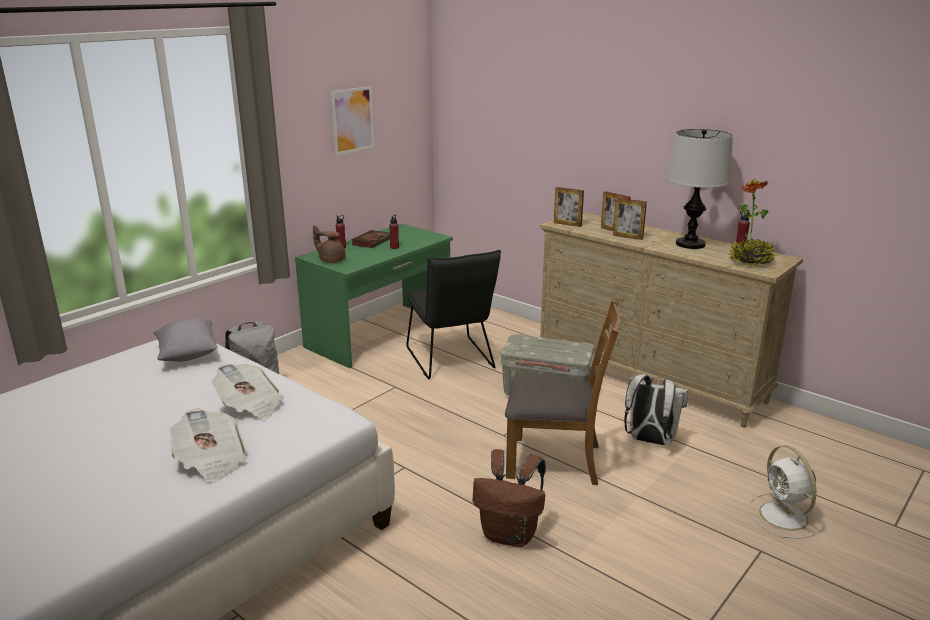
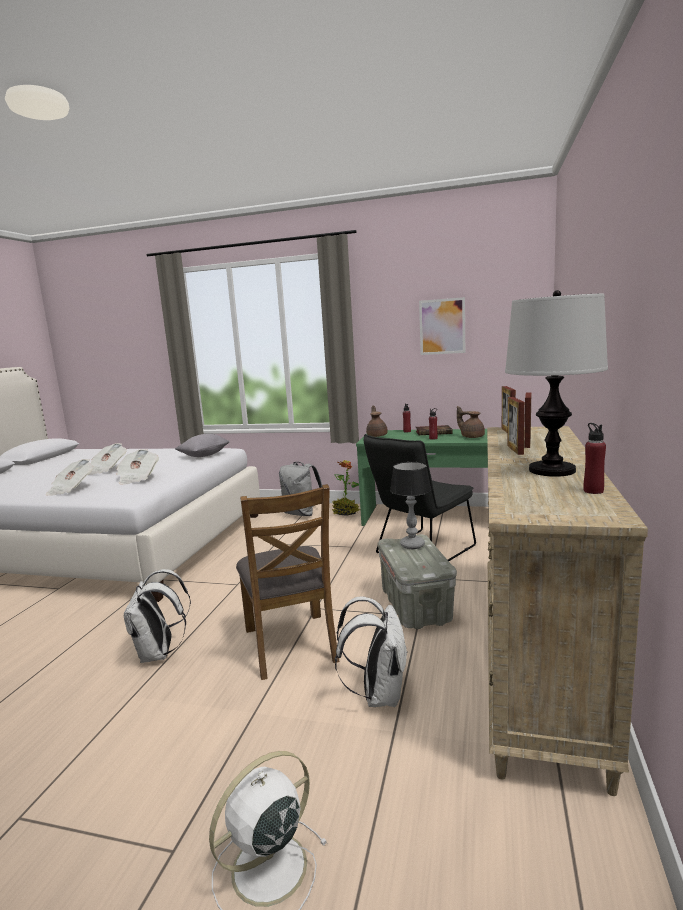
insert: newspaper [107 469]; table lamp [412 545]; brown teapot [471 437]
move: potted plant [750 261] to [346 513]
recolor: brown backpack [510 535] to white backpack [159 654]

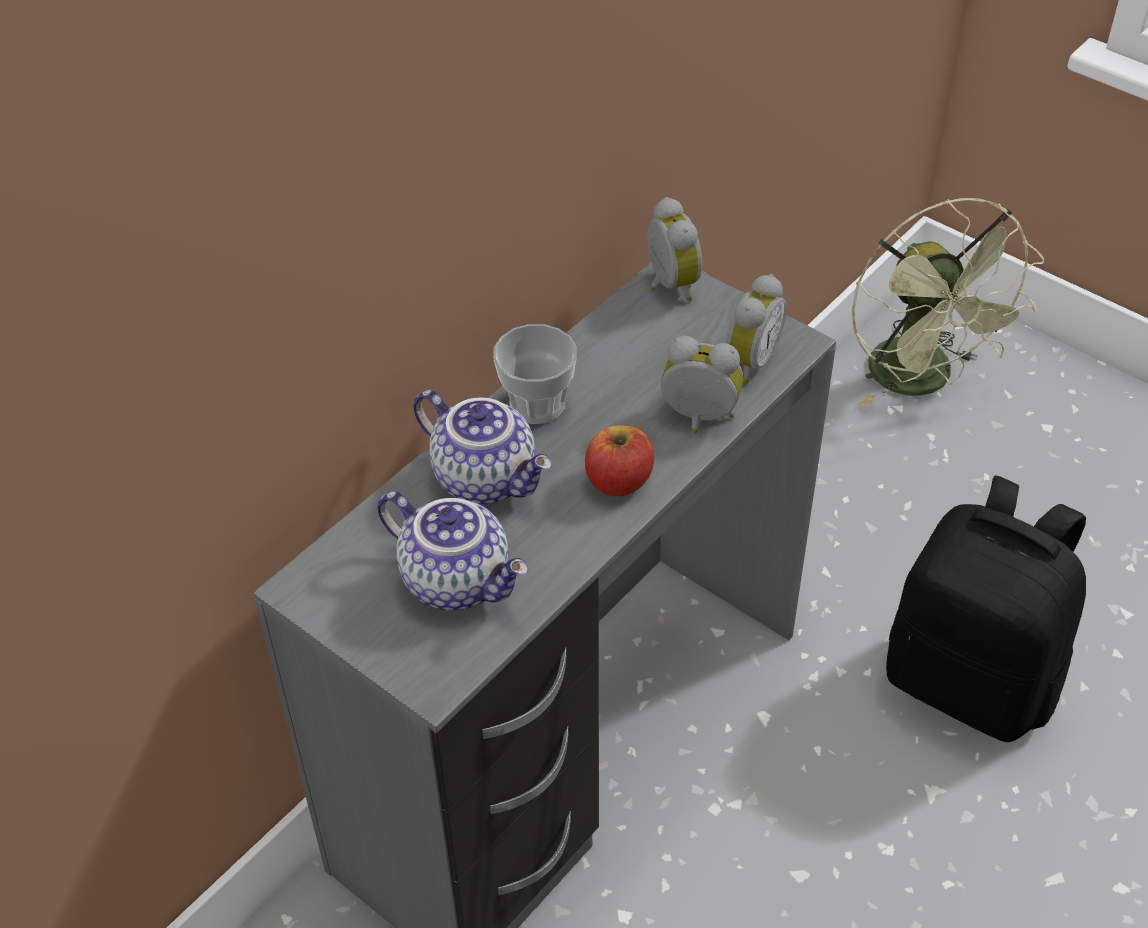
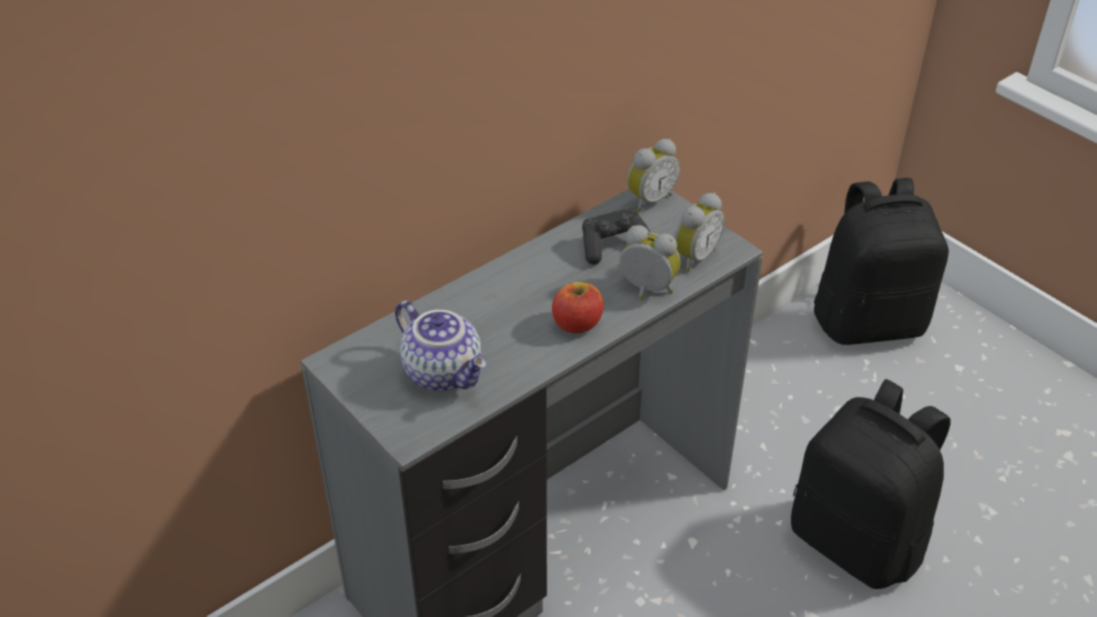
delete: teapot [487 477]; cup [537 404]
insert: black game controller [613 246]
replace: green fan [922 381] to black backpack [868 321]
rotate: alarm clock [668 285] = [649 199] 60 degrees clockwise

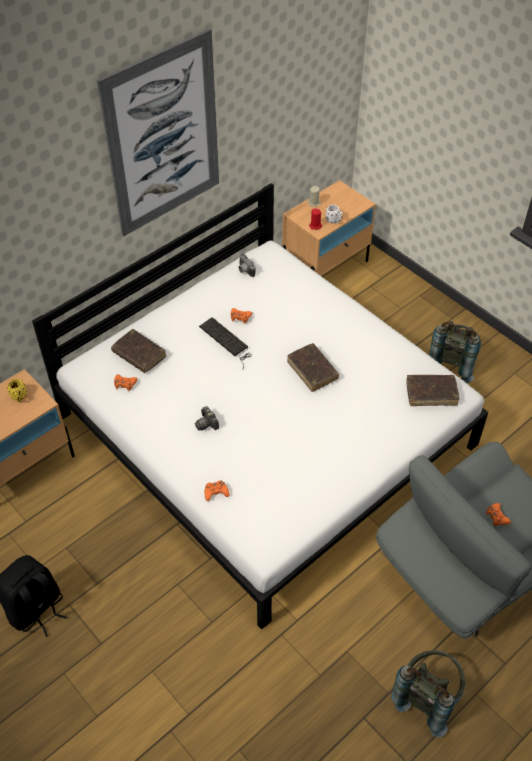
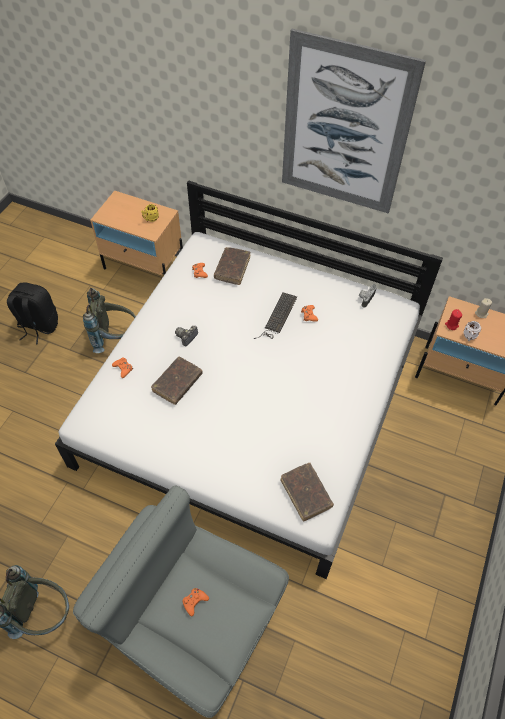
move: brown book [312 371] to [177 383]; grey backpack [452 363] to [115 337]

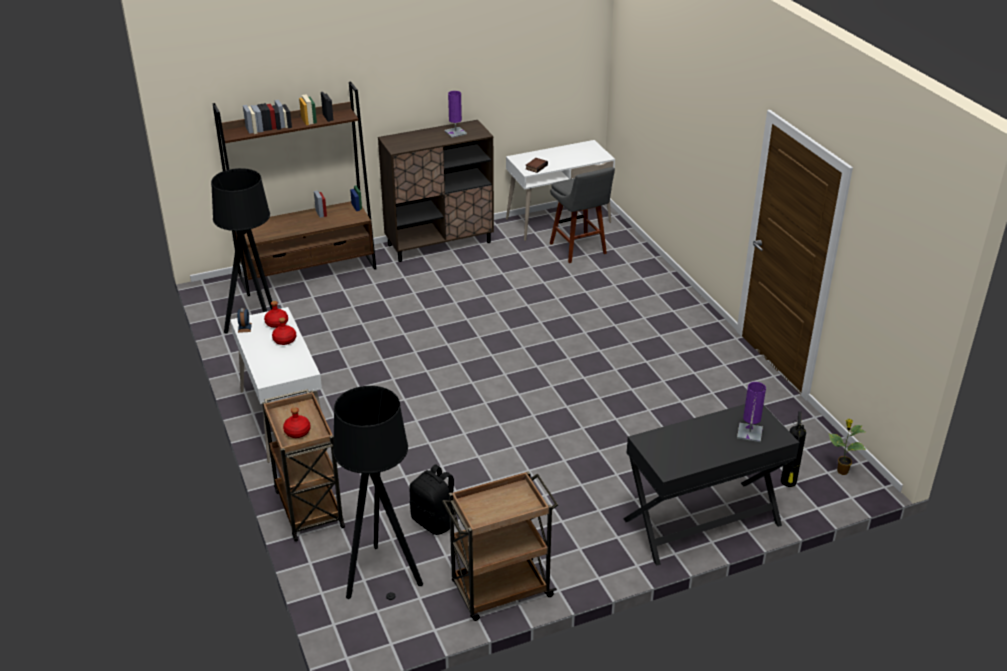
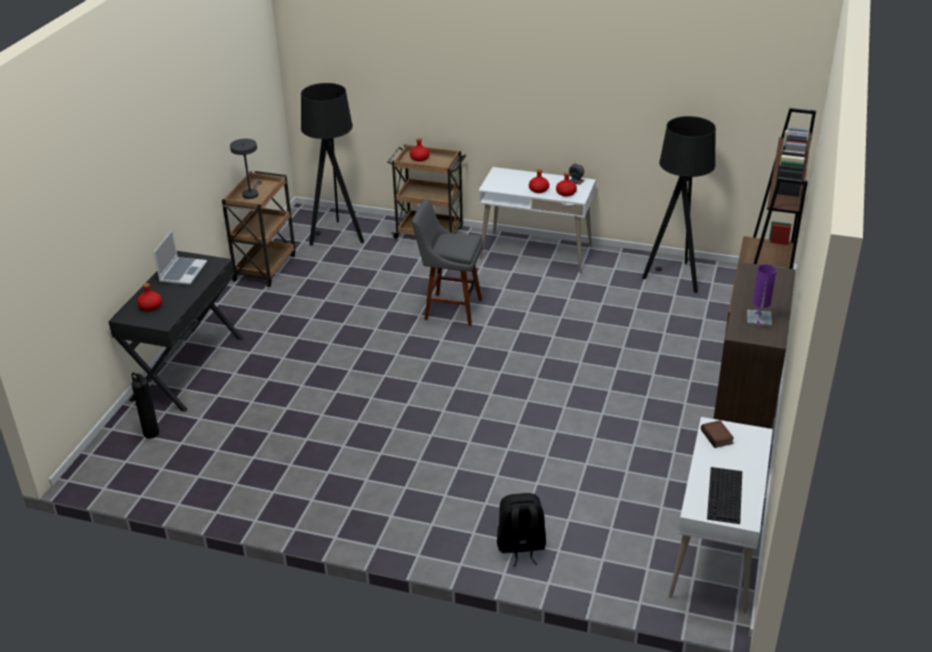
delete: potted plant [841 471]
insert: laptop [183 272]; grey table lamp [251 193]; keyboard [725 495]
move: black backpack [434 521] to [521 547]; grey stool [579 250] to [449 309]
replace: purple table lamp [749 433] to red bottle [150 306]

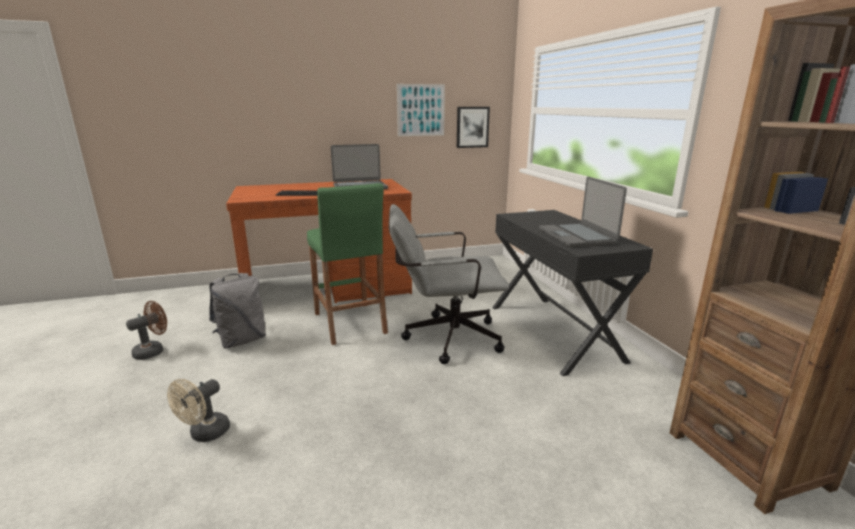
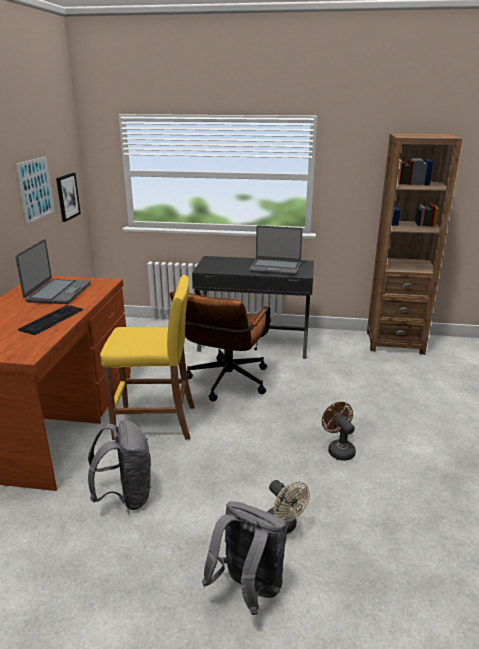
insert: grey backpack [248 589]
move: brown fan [153 351] to [338 449]
recolor: green stool [350 323] to yellow stool [155 422]; grey office chair [444 338] to brown office chair [225 384]

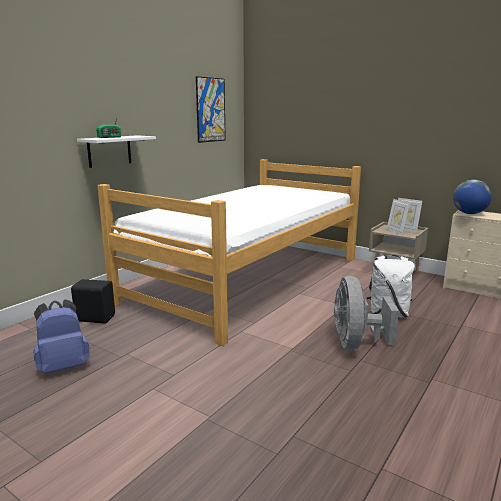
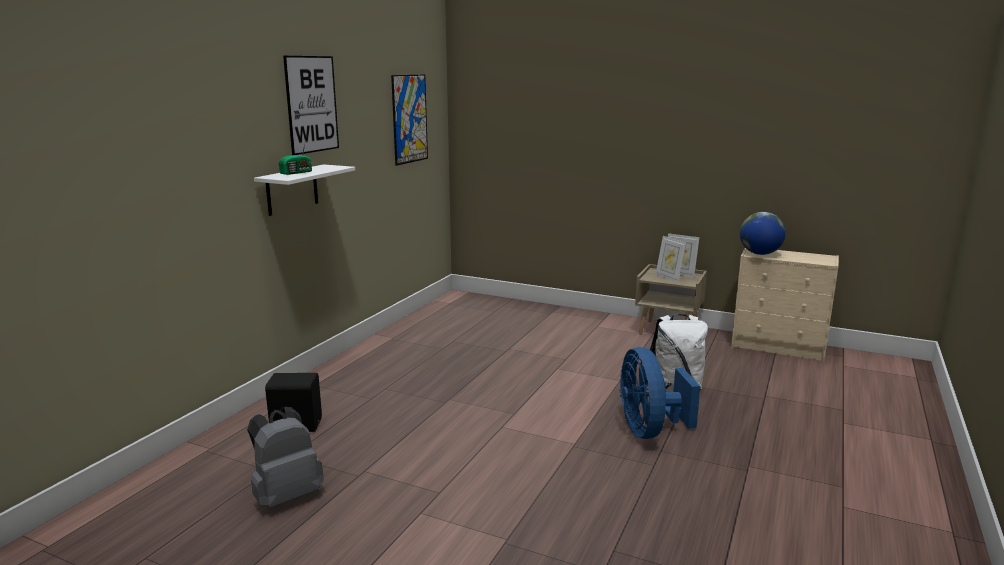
delete: bed [248 279]
insert: picture [312 104]
recolor: blue backpack [63 366] to grey backpack [286 496]; grey fan [356 343] to blue fan [649 430]

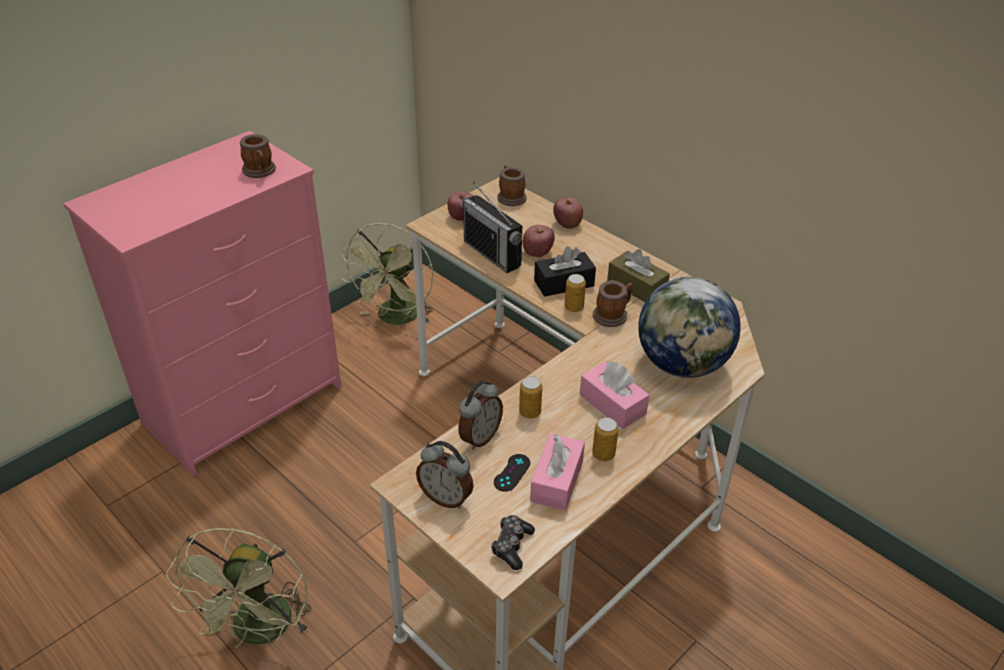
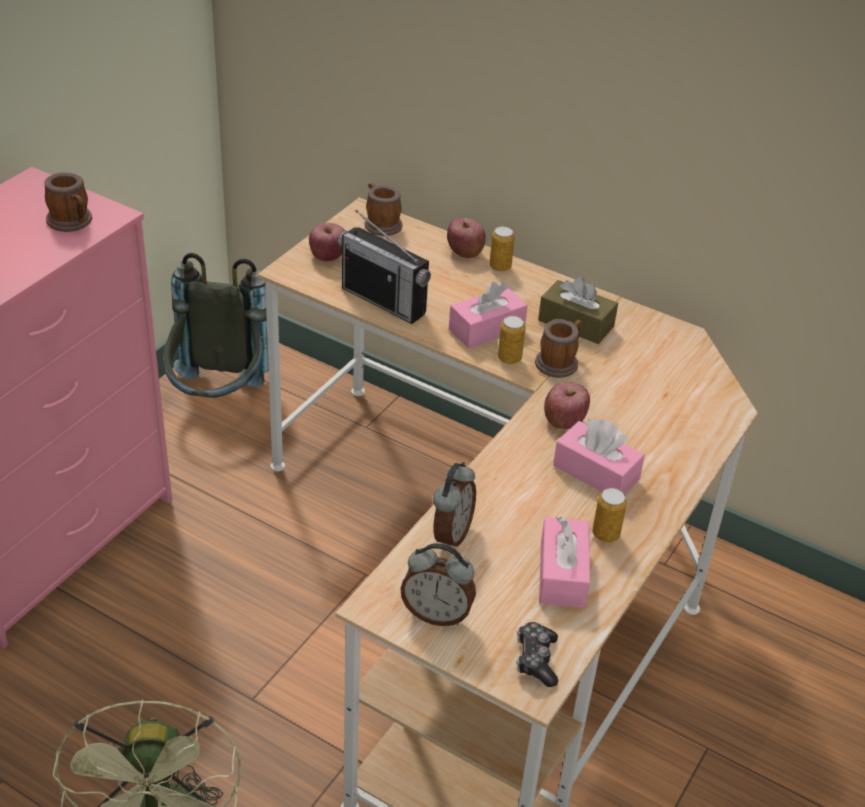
delete: black game controller [512 473]; globe [682 365]
move: can [530 412] to [500 267]; apple [537 252] to [564 421]
replace: green fan [396 319] to grey backpack [218 400]
recolor: black tissue box [564 283] to pink tissue box [486 329]

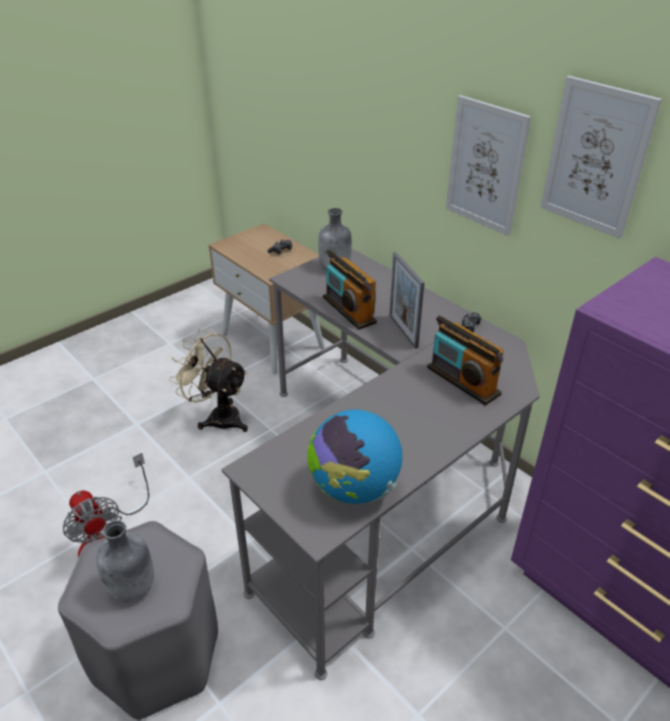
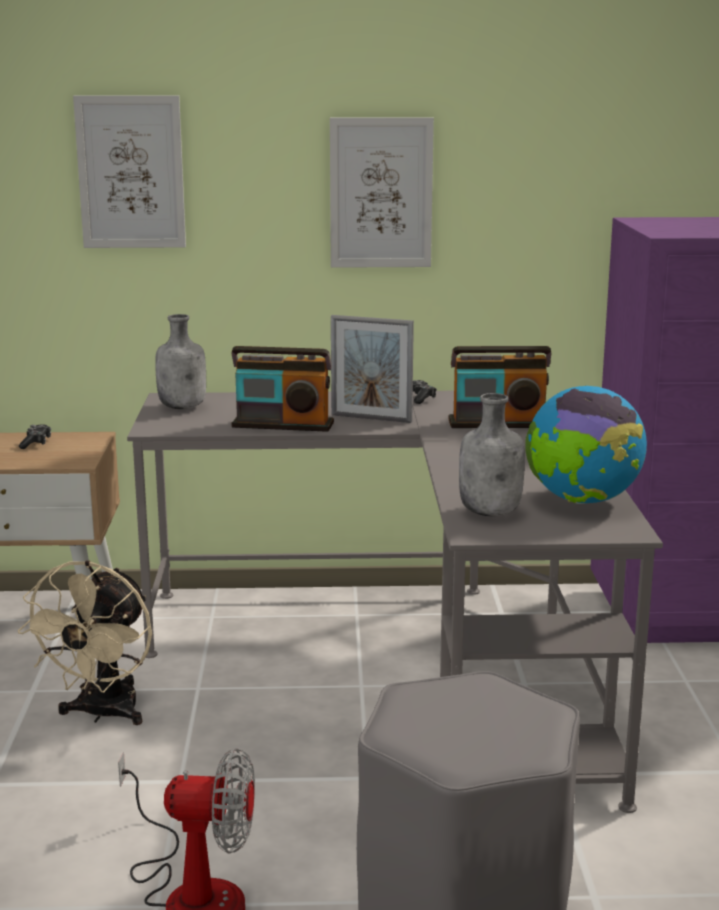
move: grey bottle [133 587] to [491 512]; picture [596 158] to [131 172]
rotate: beige fan [218 416] = [103 714] 60 degrees counterclockwise

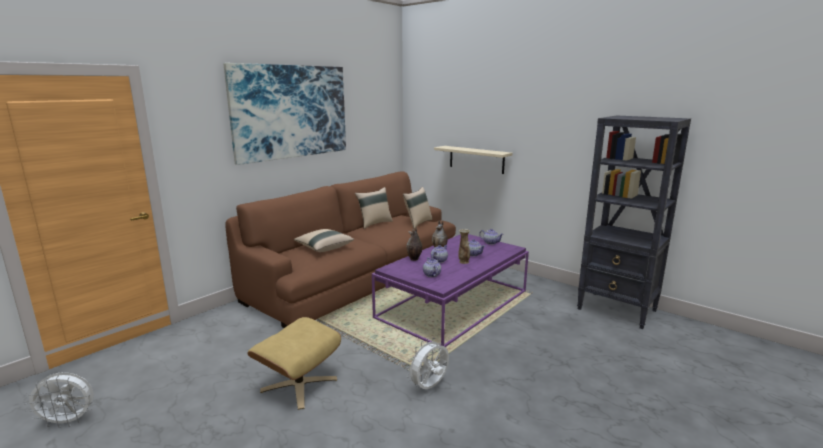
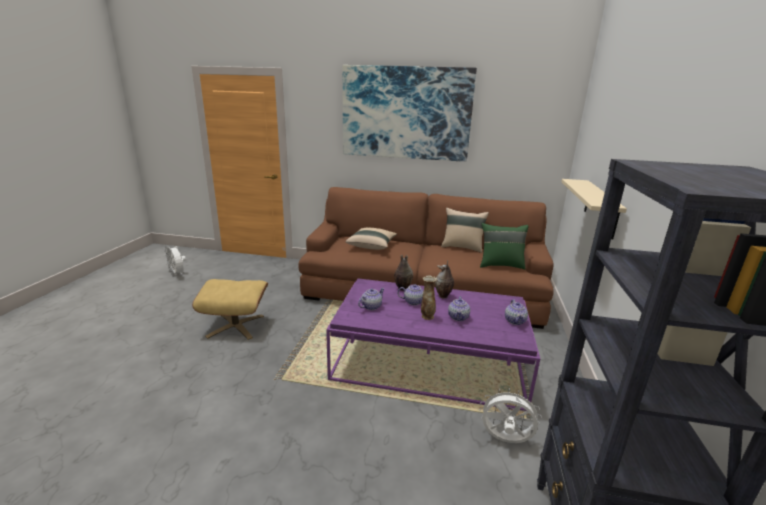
move: white fan [429 387] to [505 440]
recolor: beige pillow [417 223] to green pillow [500 265]

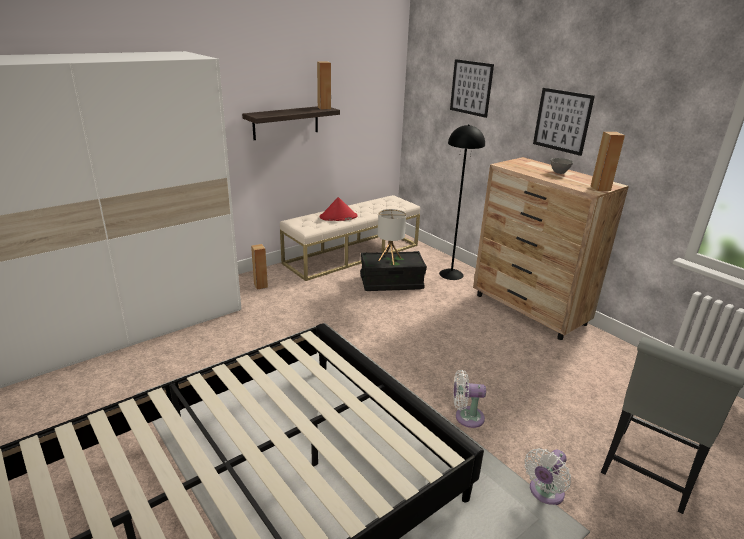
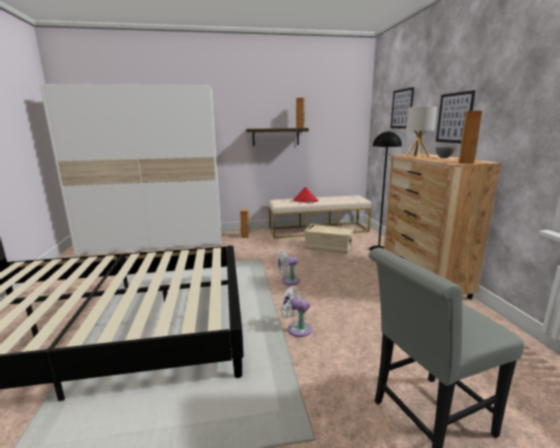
move: table lamp [389 259] to [417 156]; white fan [544 493] to [288 281]
recolor: black storage box [391 282] to beige storage box [328 247]

